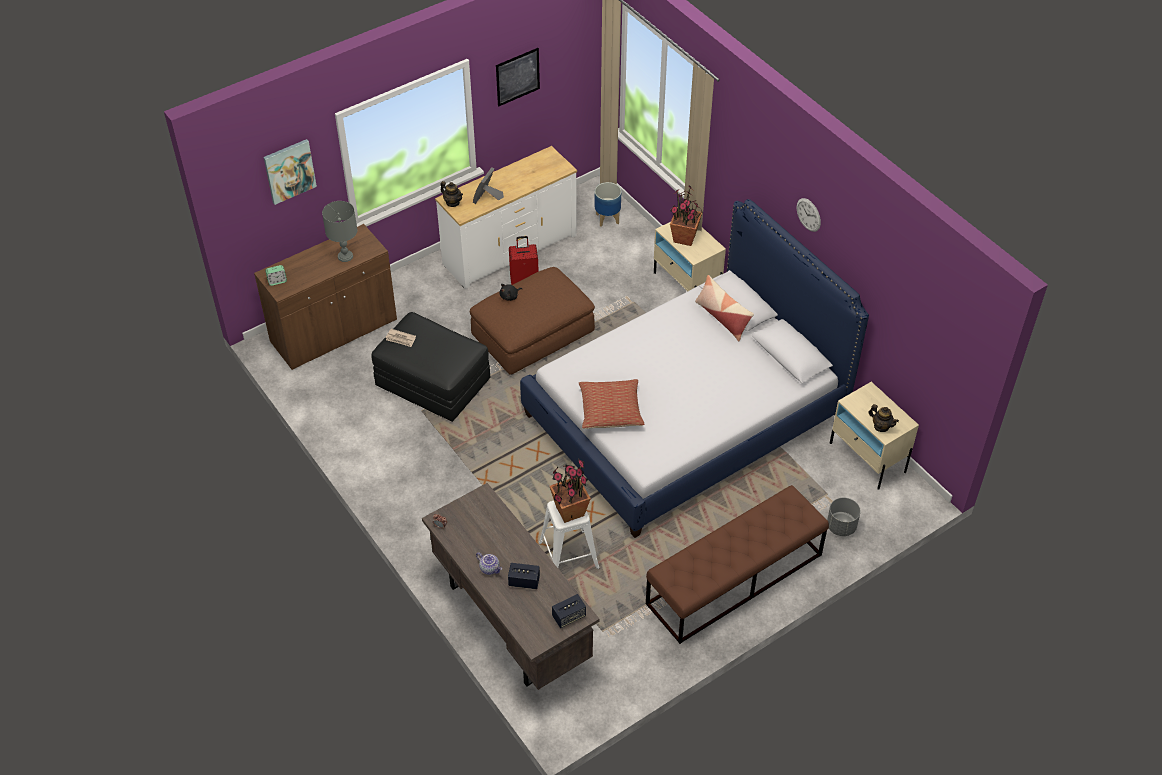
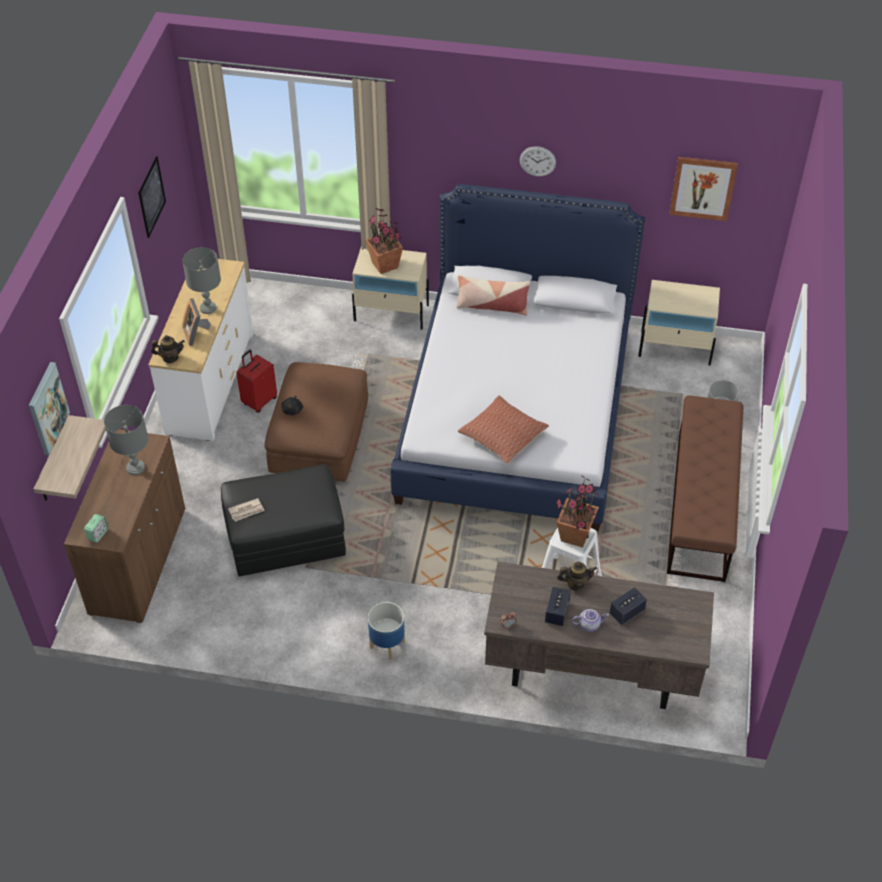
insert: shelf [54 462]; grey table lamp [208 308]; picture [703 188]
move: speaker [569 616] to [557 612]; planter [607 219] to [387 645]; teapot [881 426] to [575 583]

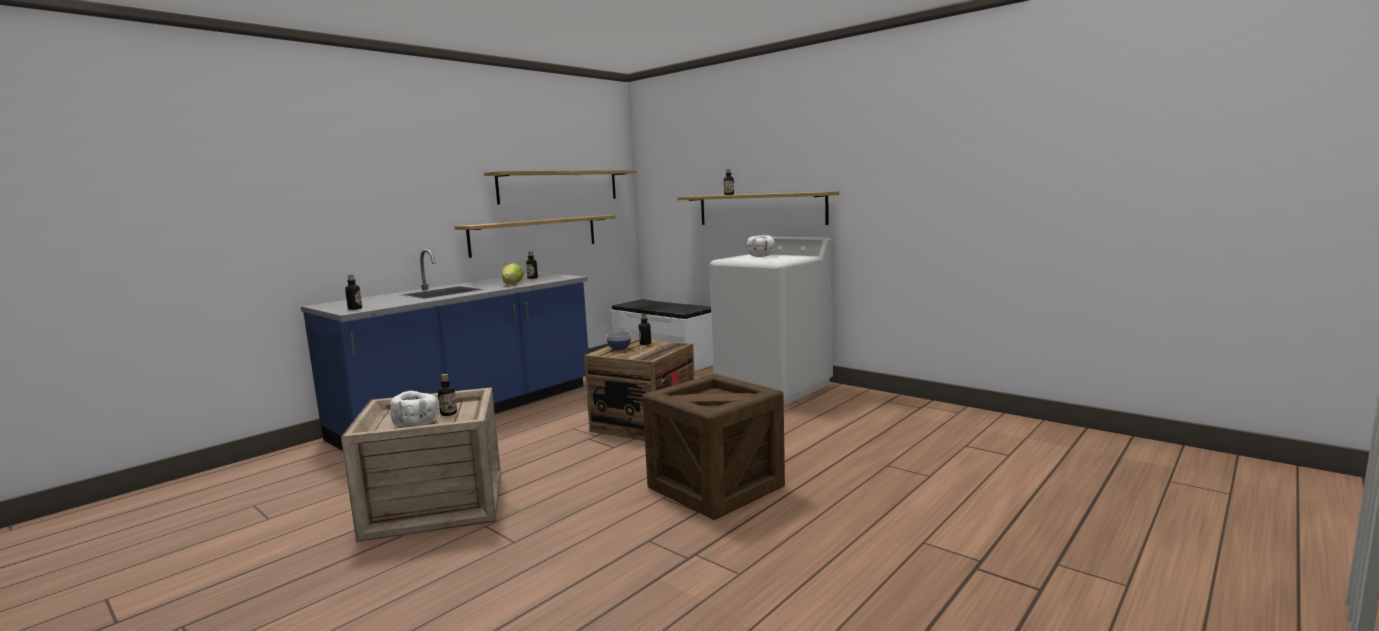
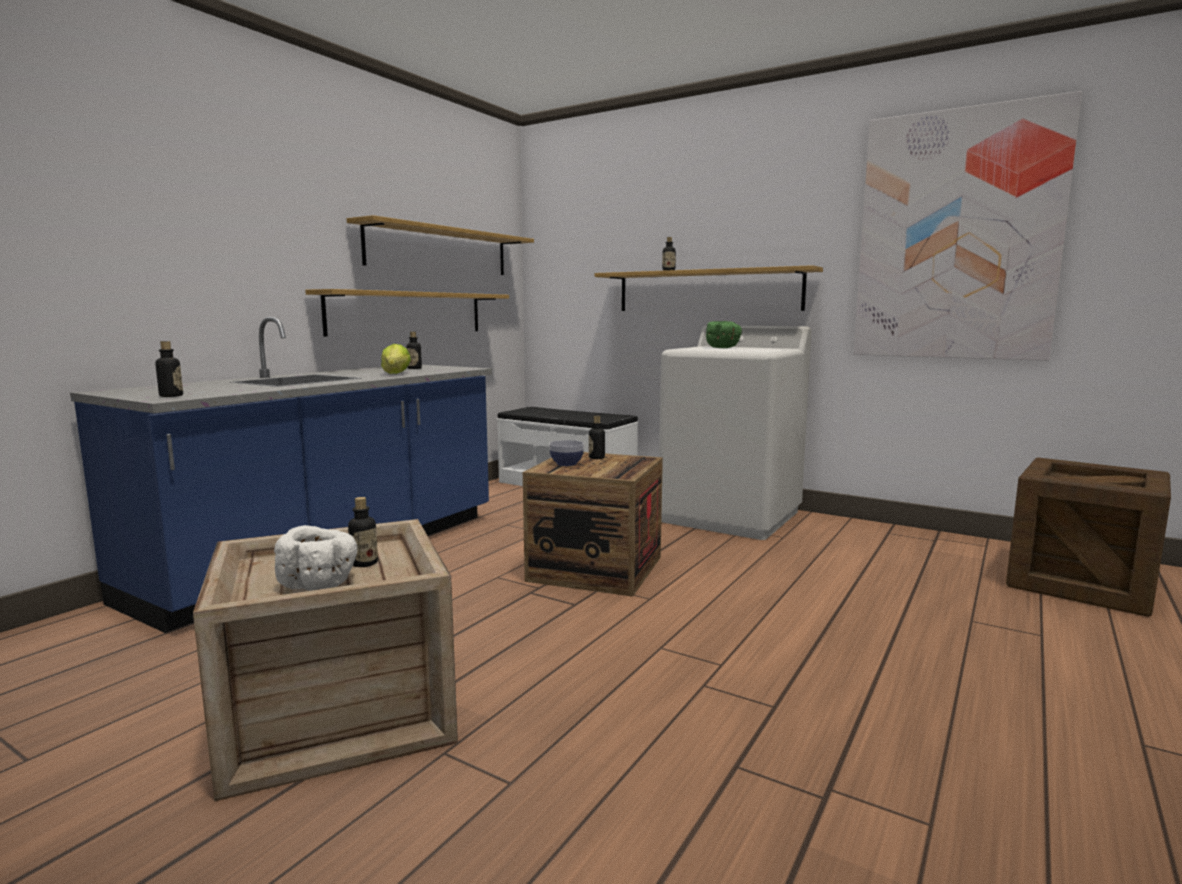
insert: picture [957 236]
move: crate [715 487] to [1080 583]
recolor: white bowl [761 256] to green bowl [723 347]

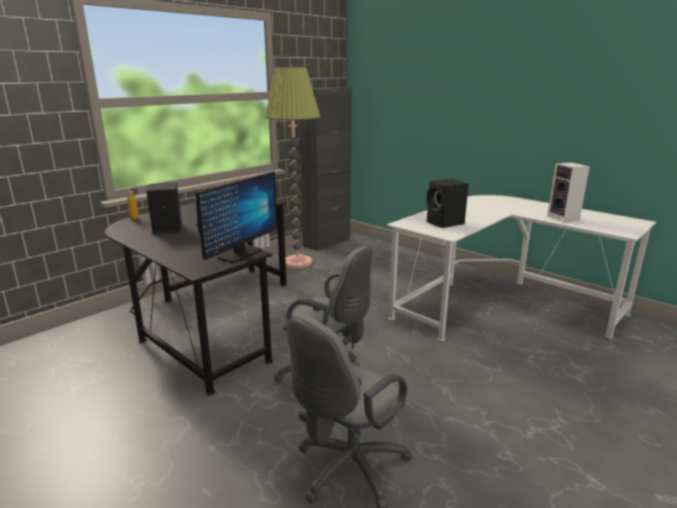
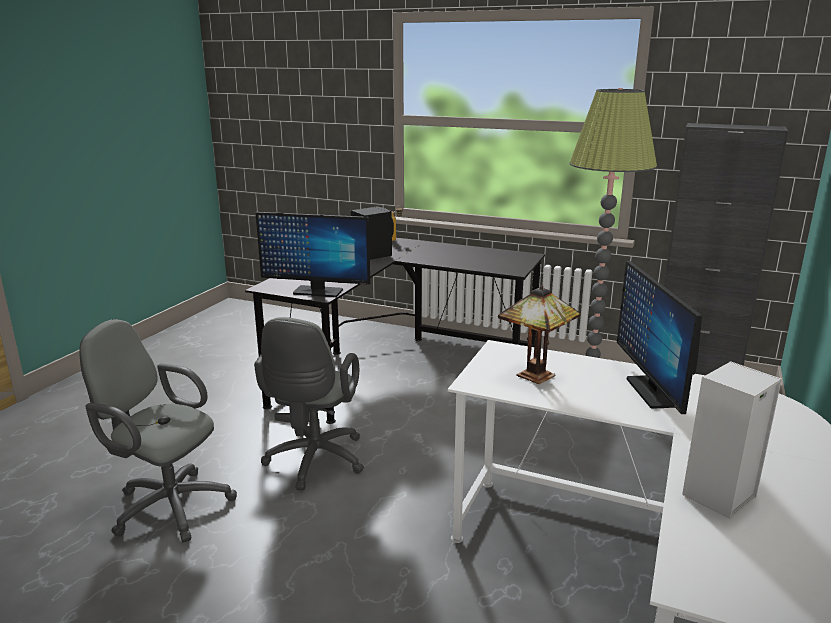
insert: monitor [653 392]
replace: black speaker [445 223] to table lamp [535 377]

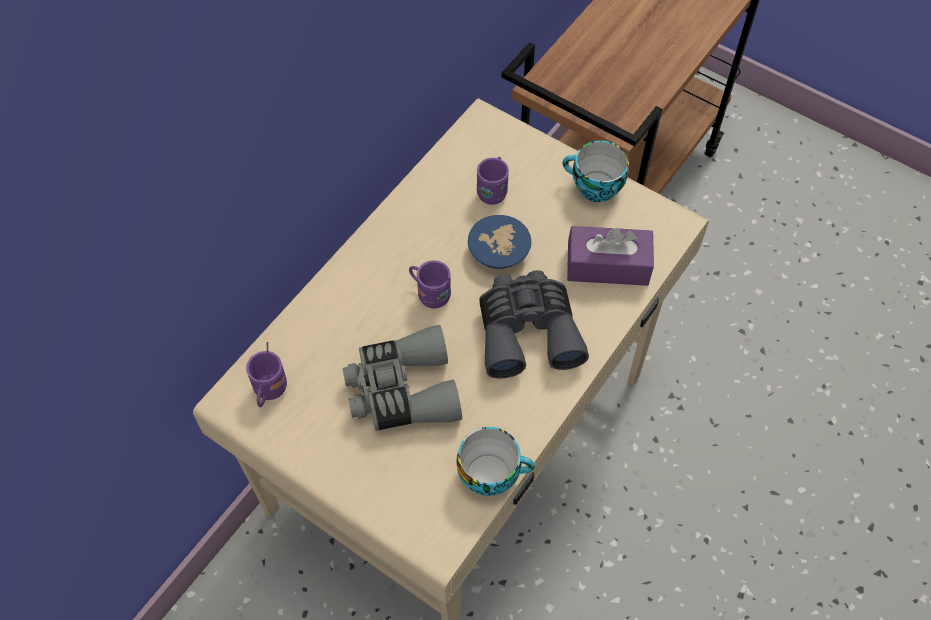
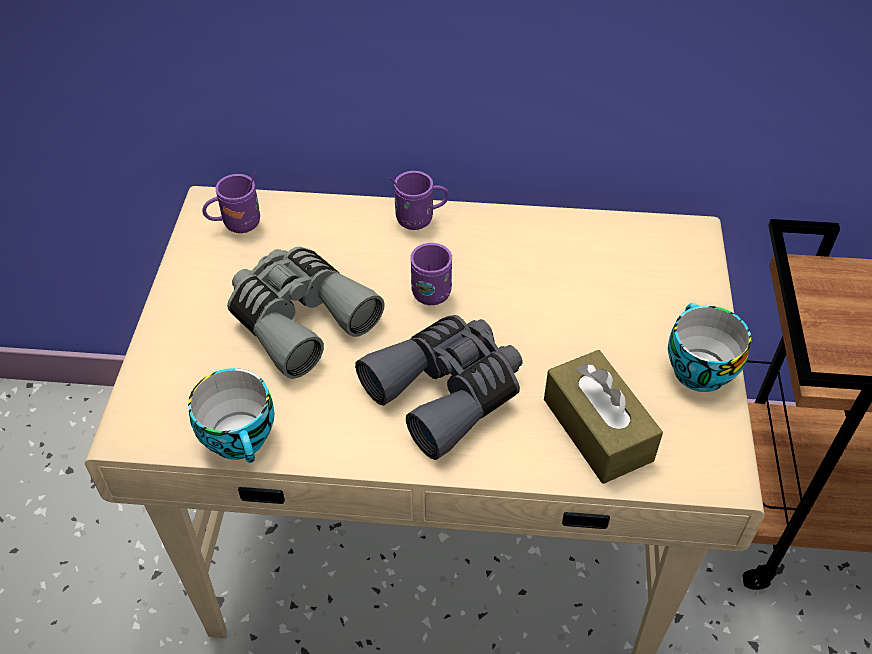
delete: blue bowl [500 250]
move: purple mug [493 191] to [420 219]
recolor: purple tissue box [607 265] to brown tissue box [597 429]

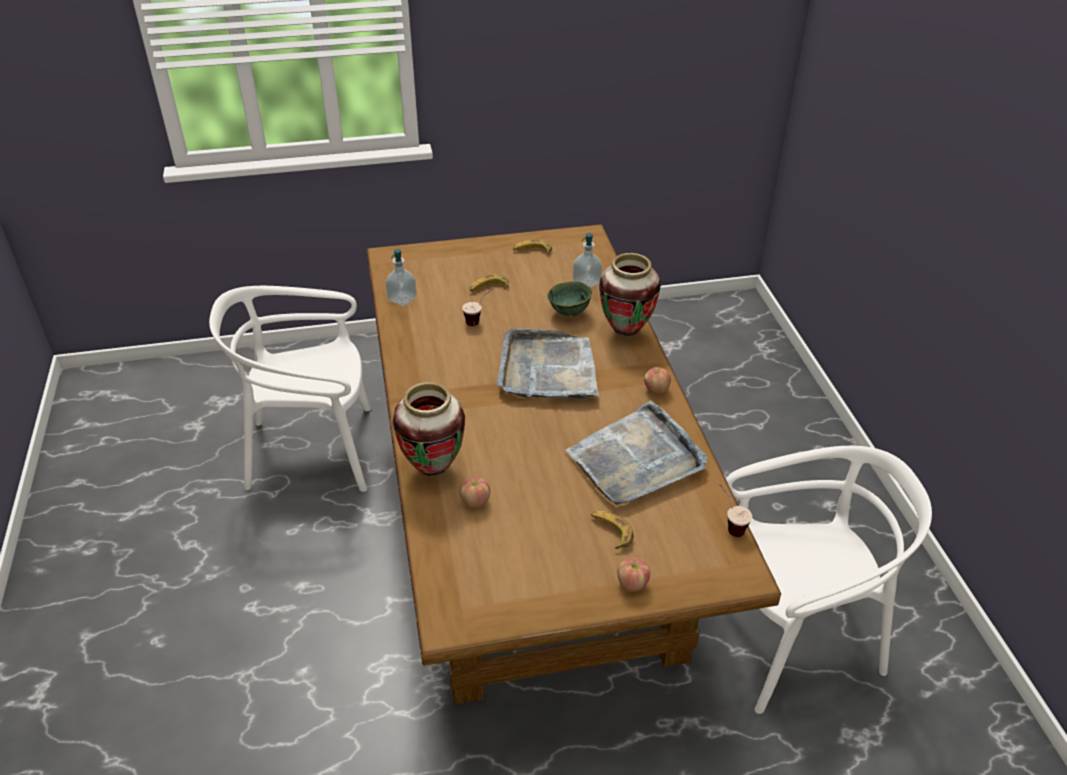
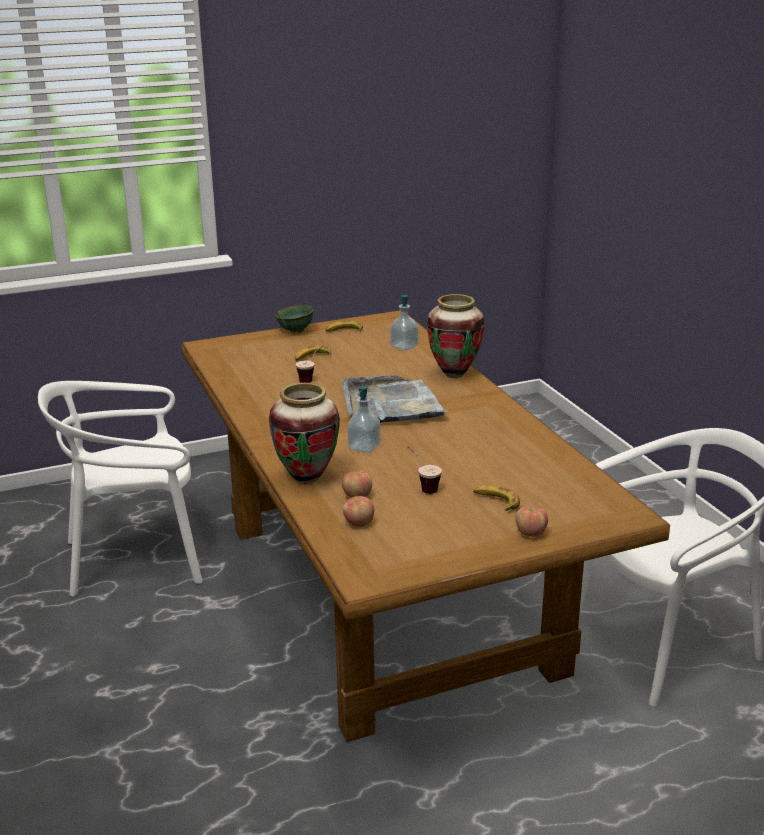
delete: grey tray [636 459]
move: soap dispenser [402 299] to [364 447]; green bowl [569 313] to [295 332]; apple [656 389] to [358 523]; cup [729 524] to [422 487]

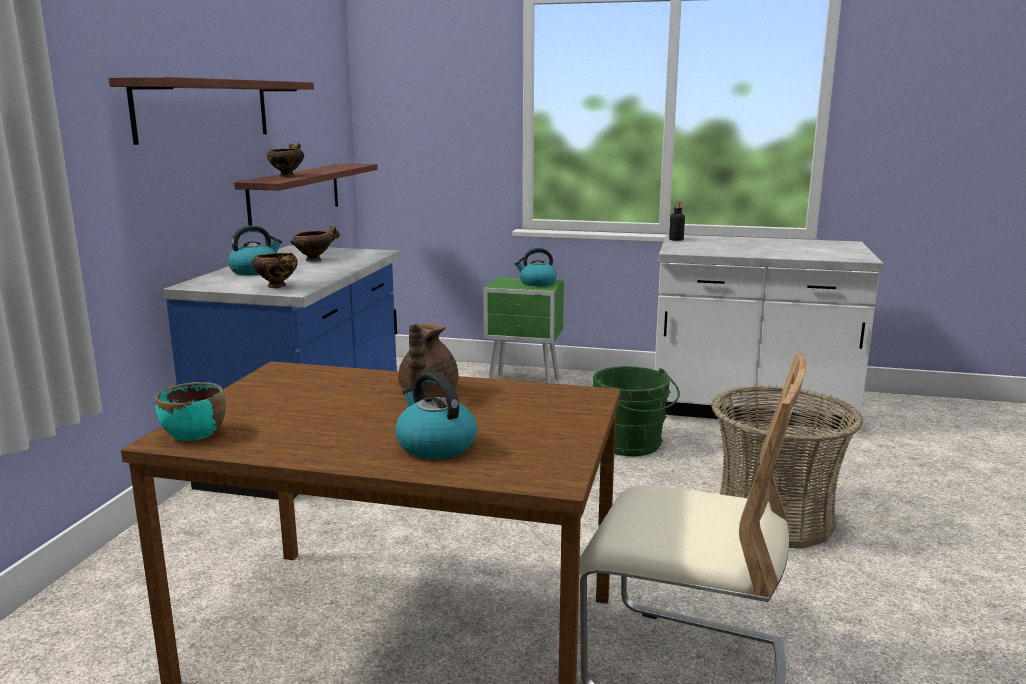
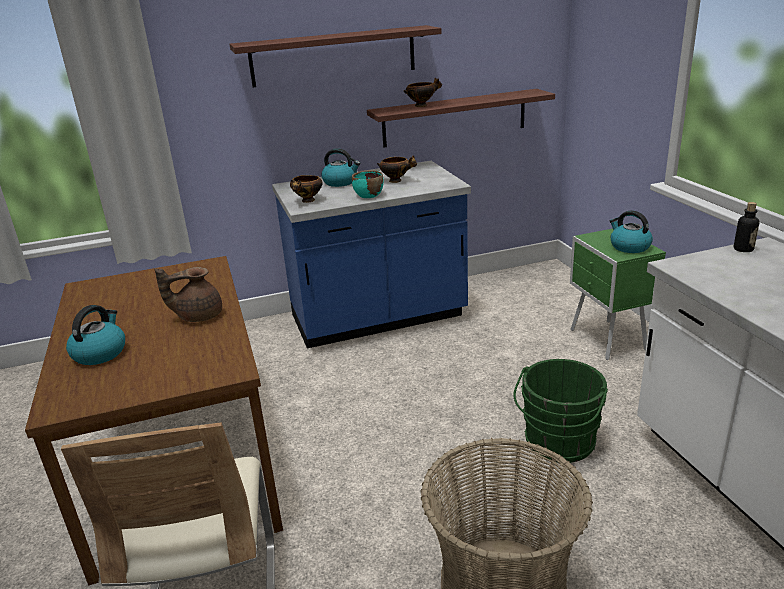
move: turquoise bowl [194 434] to [368 195]

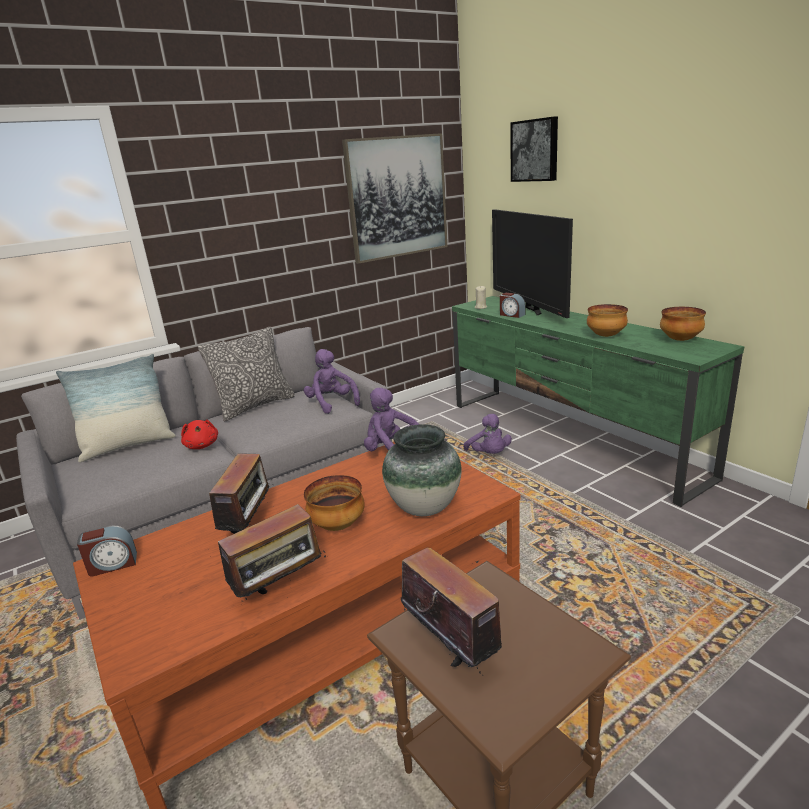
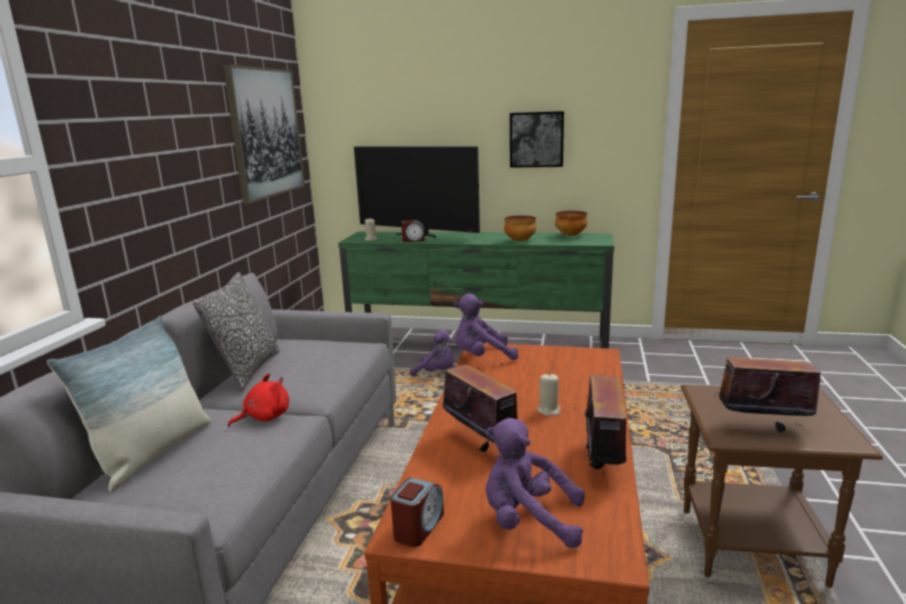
delete: vase [424 507]
move: purple plush toy [332 403] to [528 521]; picture [535 150] to [536 139]
replace: bowl [337 525] to beige candle [549 410]
rotate: red plush toy [202 445] = [264 417] 60 degrees counterclockwise

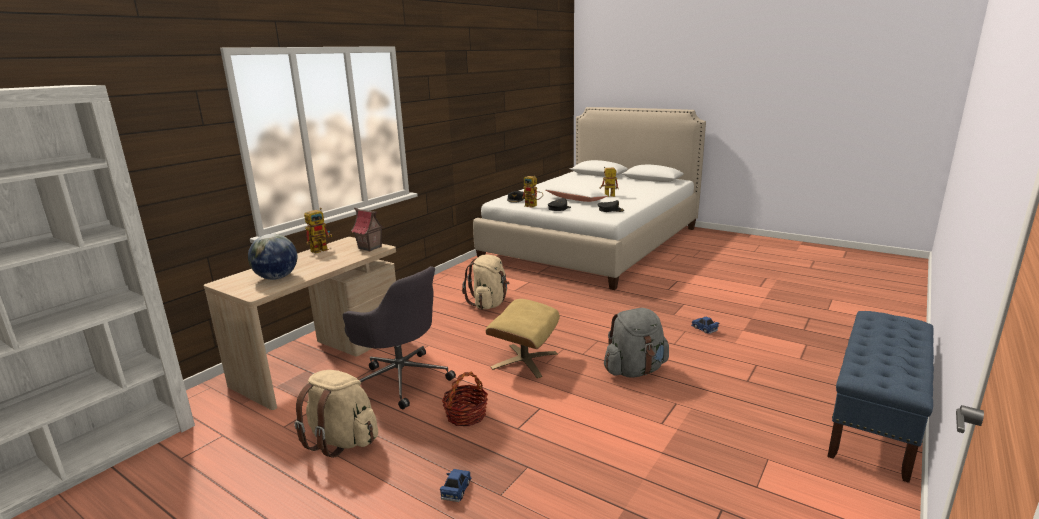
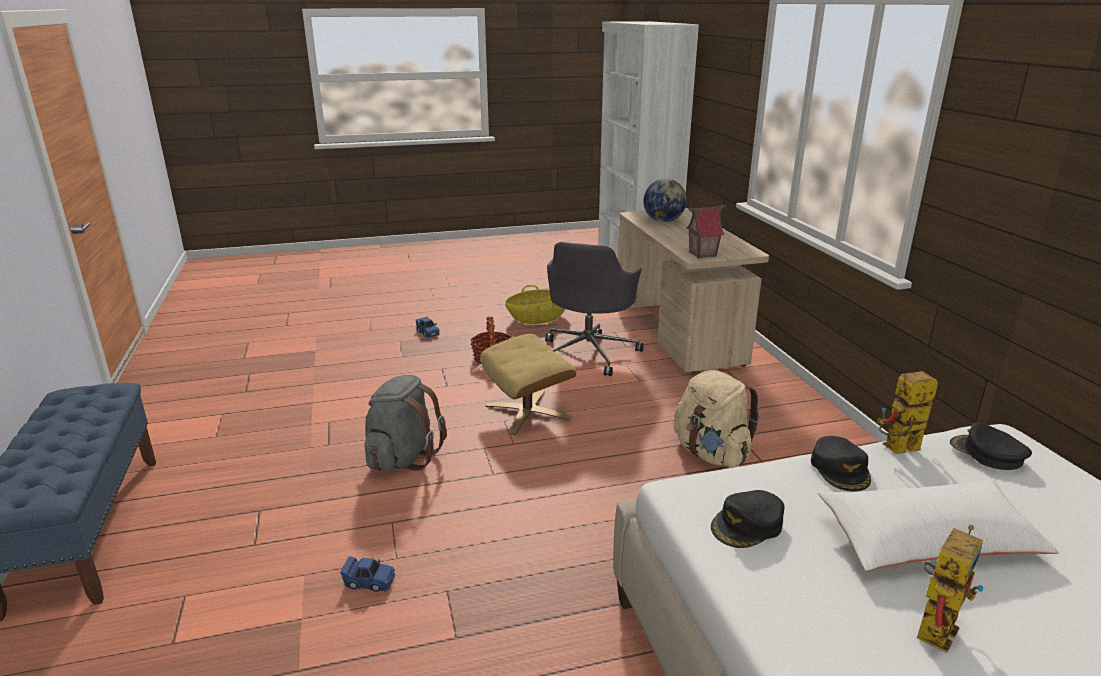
delete: toy robot [322 249]
replace: beige backpack [342 440] to basket [538 318]
rotate: grey office chair [401 379] = [589 352] 60 degrees counterclockwise

